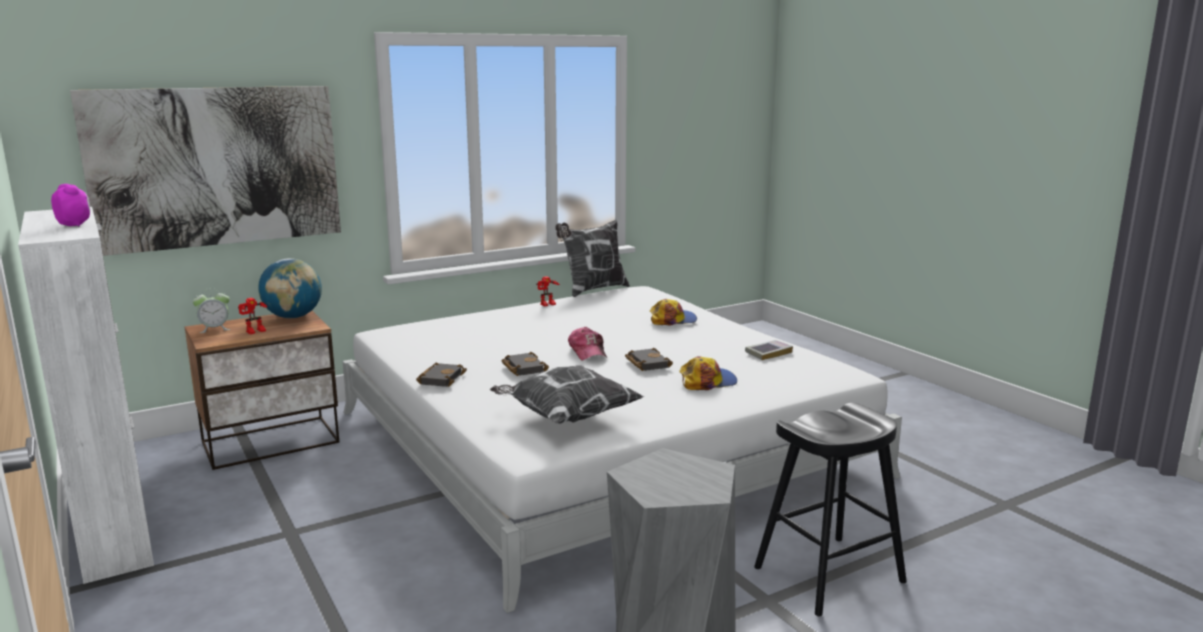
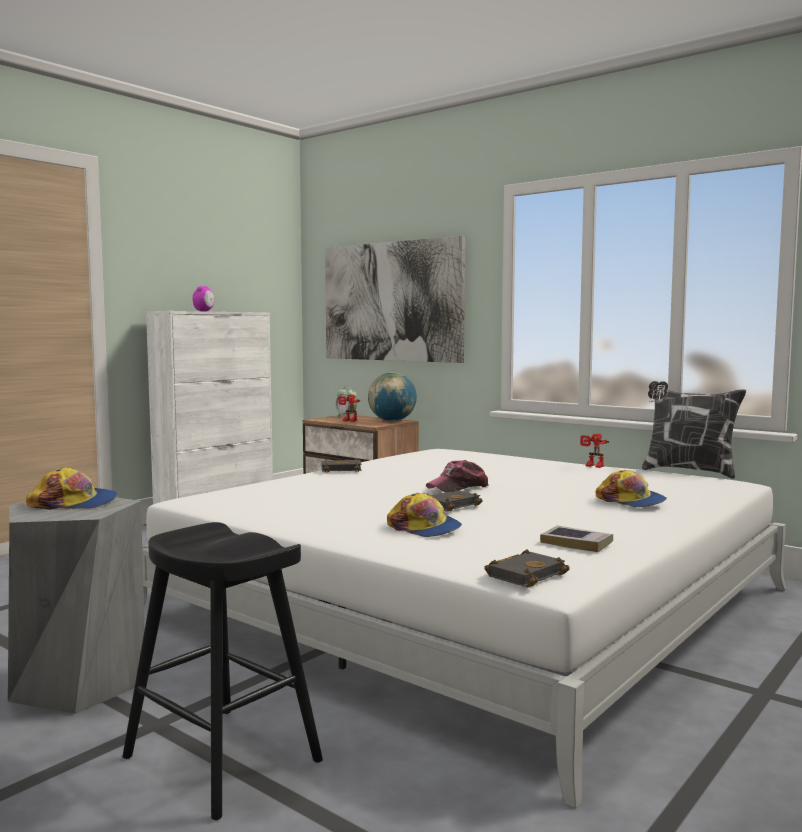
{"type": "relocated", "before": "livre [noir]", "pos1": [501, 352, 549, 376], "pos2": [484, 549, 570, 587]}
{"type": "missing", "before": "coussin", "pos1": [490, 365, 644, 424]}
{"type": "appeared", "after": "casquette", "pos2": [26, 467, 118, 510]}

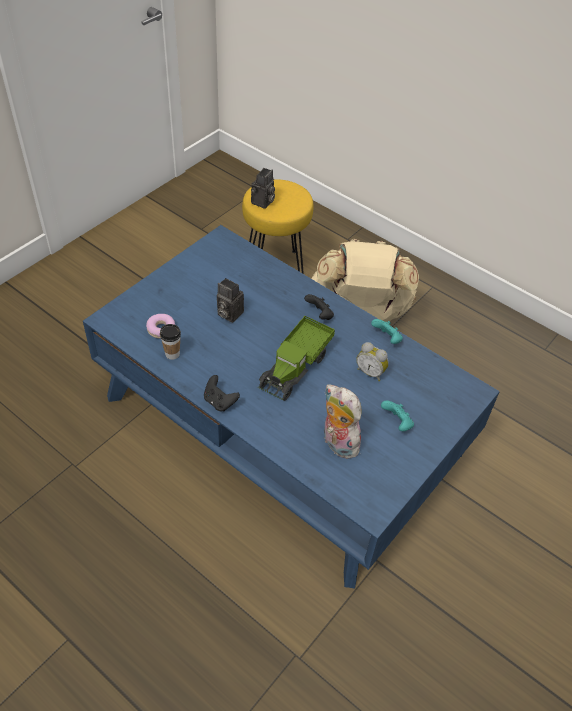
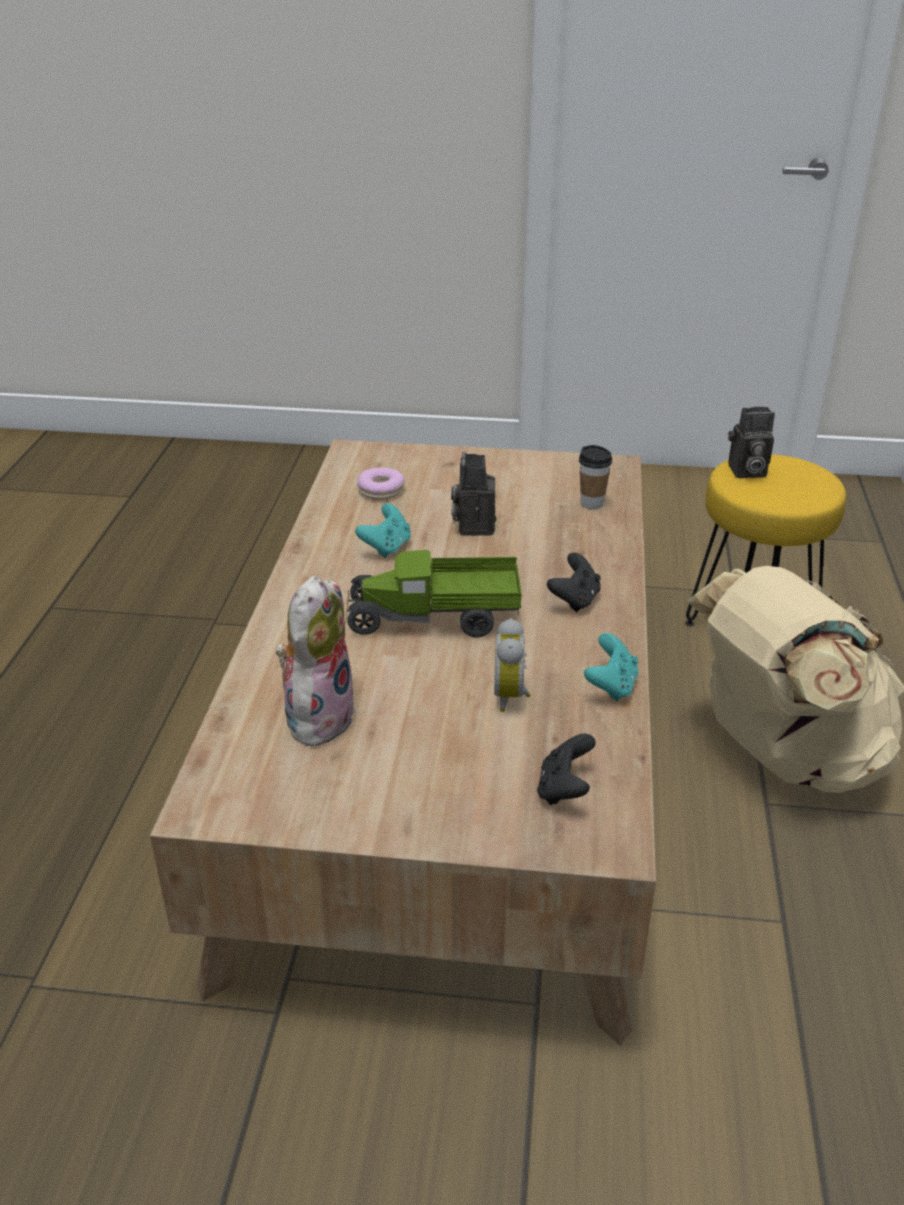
{"type": "colour", "before": "table basse [bleu]", "after": "table basse [marron]", "pos1": [83, 225, 500, 589], "pos2": [150, 439, 656, 1045]}
{"type": "relocated", "before": "tasse", "pos1": [160, 324, 181, 360], "pos2": [579, 445, 612, 509]}
{"type": "relocated", "before": "manette [noir]", "pos1": [204, 375, 240, 411], "pos2": [537, 734, 596, 805]}
{"type": "relocated", "before": "manette [turquoise]", "pos1": [381, 400, 414, 431], "pos2": [355, 503, 411, 558]}

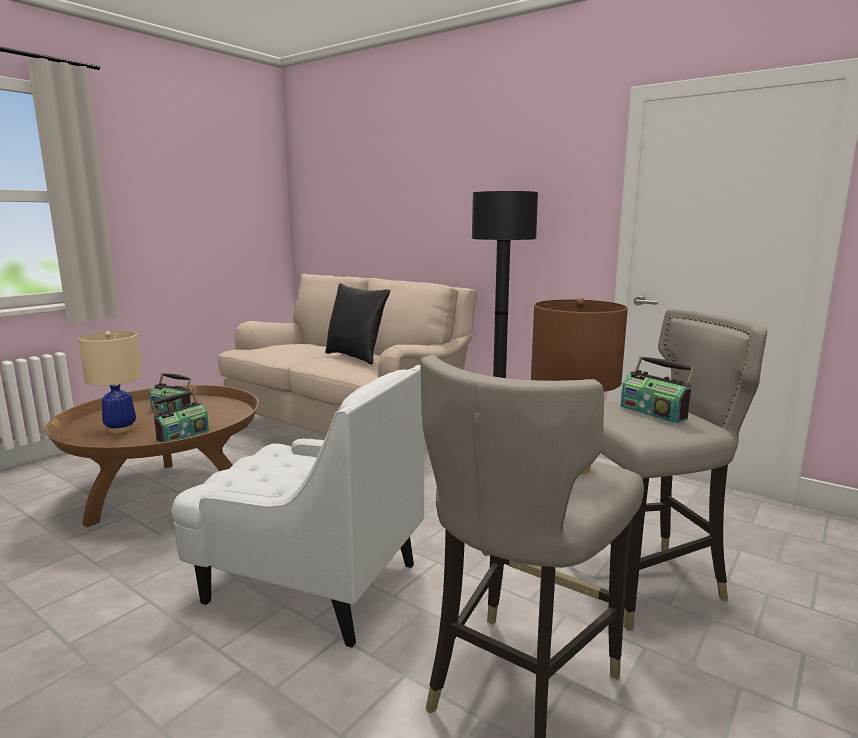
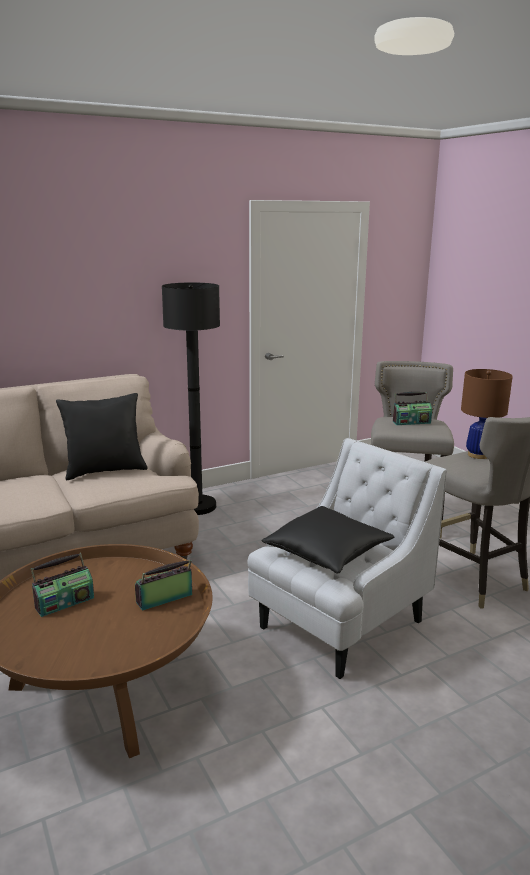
{"type": "missing", "before": "lampe de table [beige]", "pos1": [78, 331, 142, 433]}
{"type": "spun", "before": "radio", "pos1": [151, 391, 209, 443], "pos2": [135, 560, 192, 611], "turn": -90}
{"type": "appeared", "after": "coussin [noir]", "pos2": [262, 506, 394, 574]}

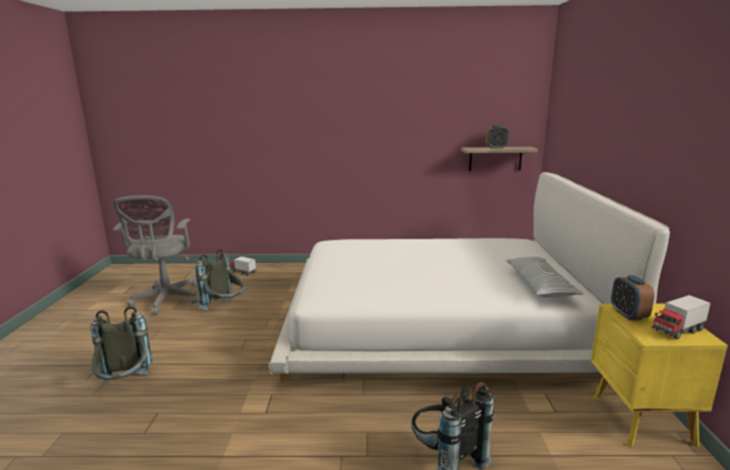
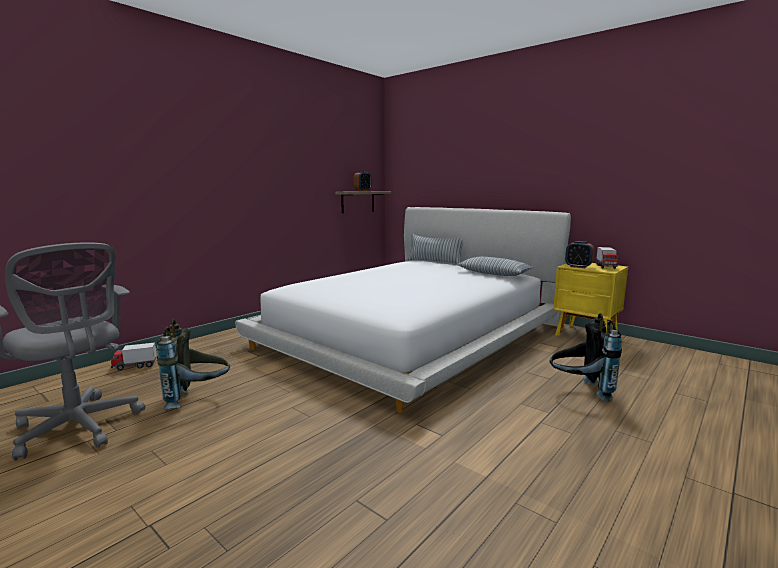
{"type": "missing", "before": "sac à dos [gris]", "pos1": [91, 306, 152, 381]}
{"type": "appeared", "after": "coussin", "pos2": [408, 234, 463, 264]}

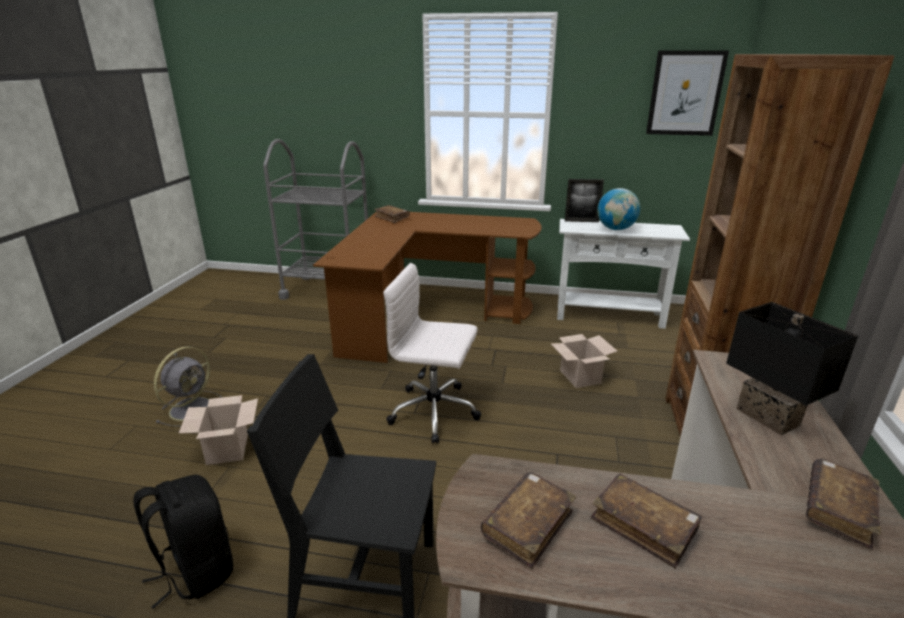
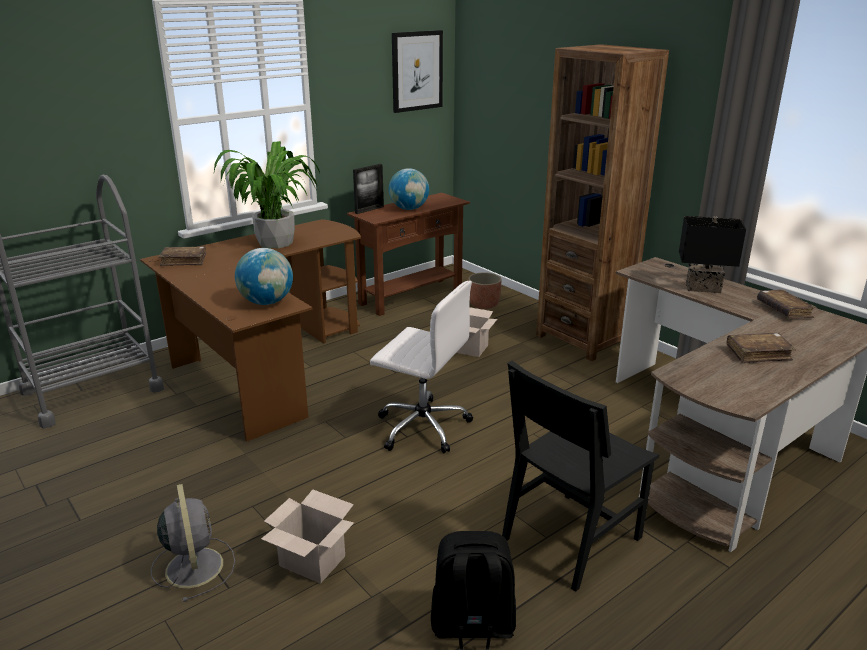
{"type": "colour", "before": "table console [blanc]", "after": "table console [marron]", "pos1": [557, 219, 690, 329], "pos2": [347, 193, 470, 316]}
{"type": "spun", "before": "chaise de bureau [blanc]", "pos1": [383, 263, 481, 444], "pos2": [370, 281, 473, 453], "turn": -120}
{"type": "missing", "before": "livre [marron]", "pos1": [481, 472, 576, 569]}
{"type": "appeared", "after": "plante en pot", "pos2": [214, 141, 320, 248]}
{"type": "appeared", "after": "globe", "pos2": [235, 248, 293, 305]}
{"type": "appeared", "after": "cache-pot", "pos2": [469, 272, 502, 309]}

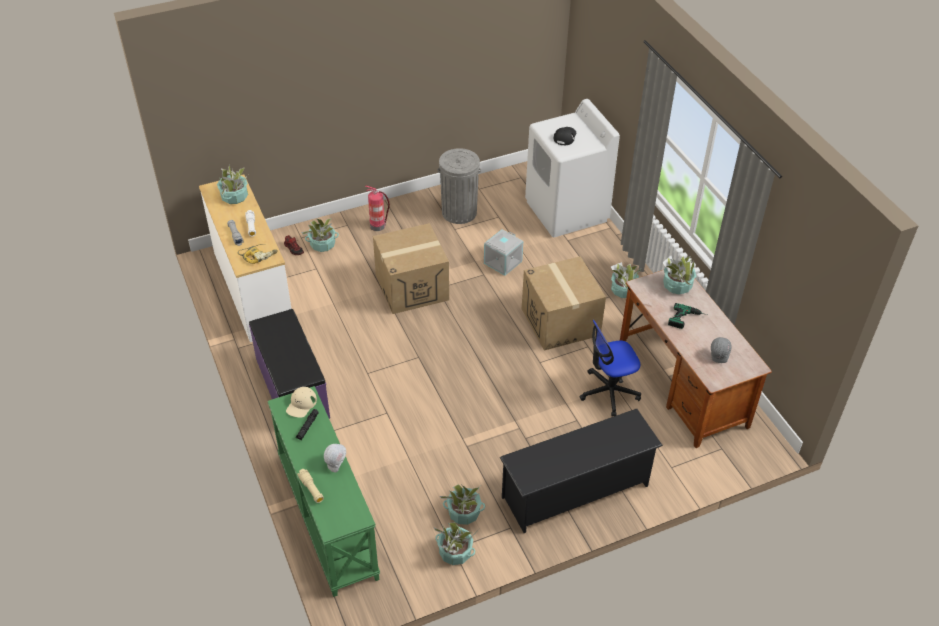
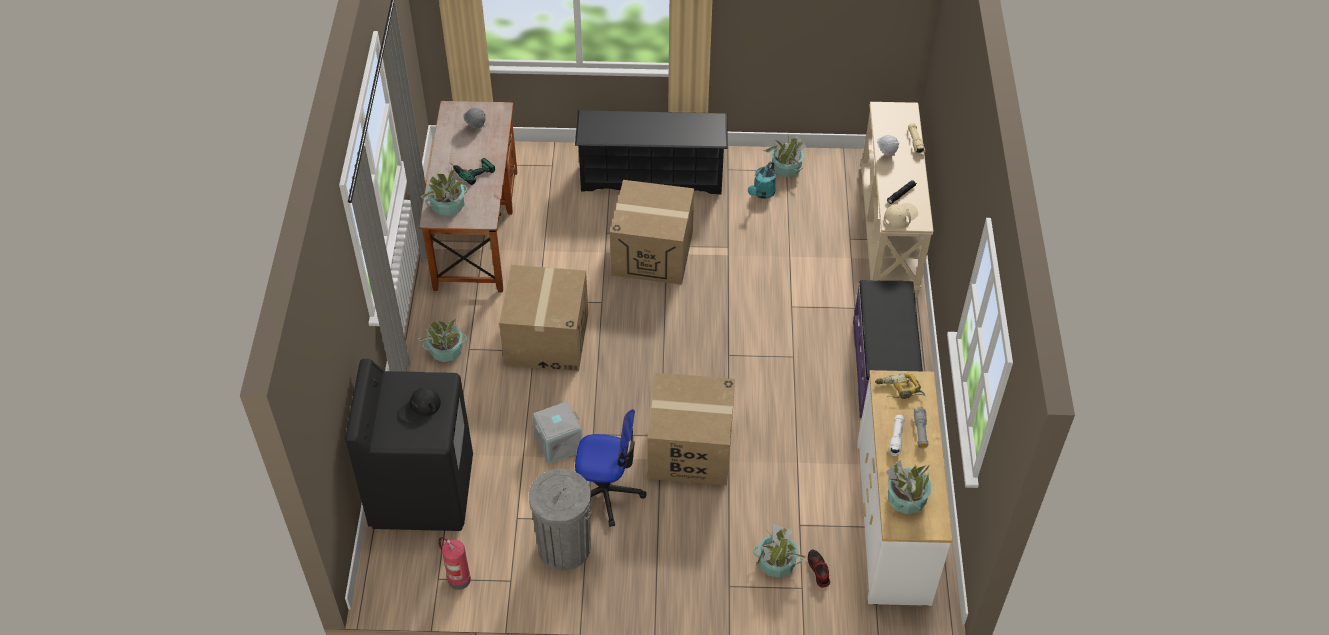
{"type": "colour", "before": "lave-linge [blanc]", "after": "lave-linge [noir]", "pos1": [525, 99, 620, 237], "pos2": [345, 359, 473, 531]}
{"type": "relocated", "before": "extincteur", "pos1": [365, 186, 390, 231], "pos2": [439, 537, 471, 590]}
{"type": "relocated", "before": "chaise de bureau", "pos1": [579, 320, 641, 417], "pos2": [575, 409, 646, 527]}
{"type": "colour", "before": "table console [vert]", "after": "table console [beige]", "pos1": [267, 386, 380, 597], "pos2": [861, 102, 934, 297]}
{"type": "exchanged", "before": "plante en pot", "after": "arrosoir [turquoise]", "pos1": [440, 484, 486, 525], "pos2": [748, 161, 776, 199]}
{"type": "appeared", "after": "carton", "pos2": [610, 180, 694, 285]}

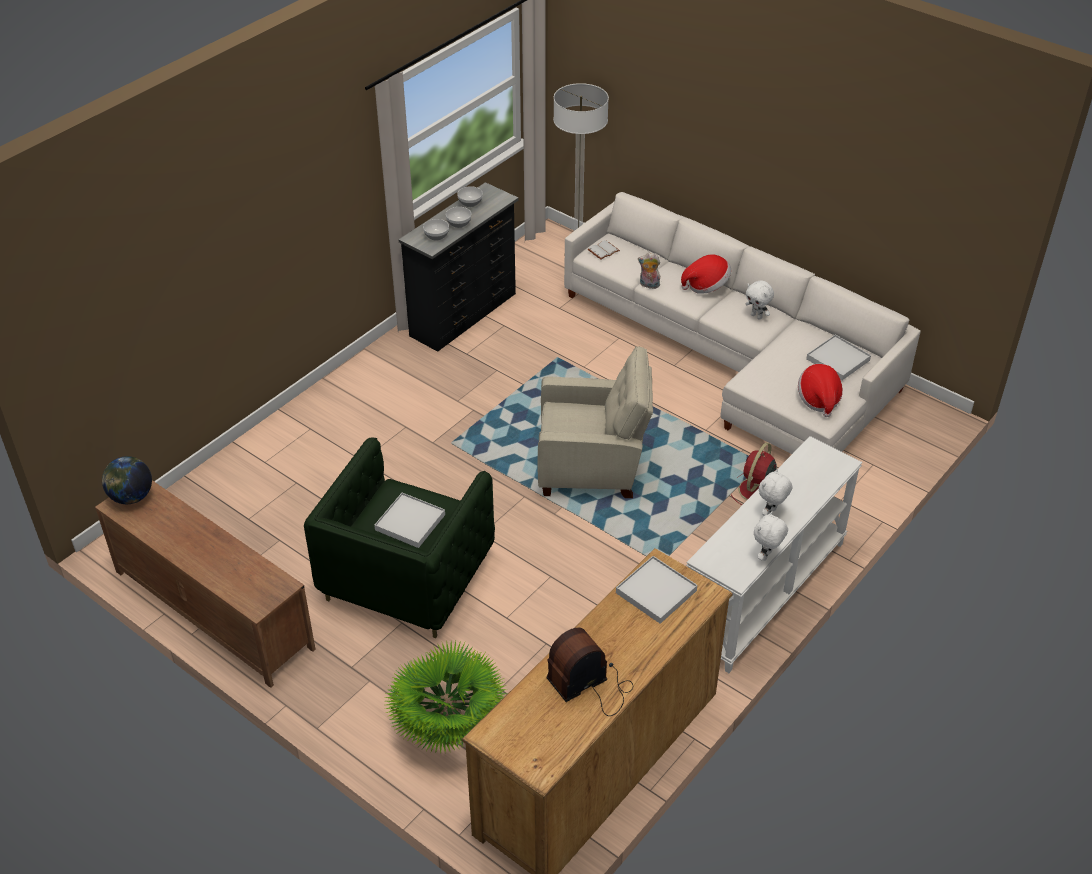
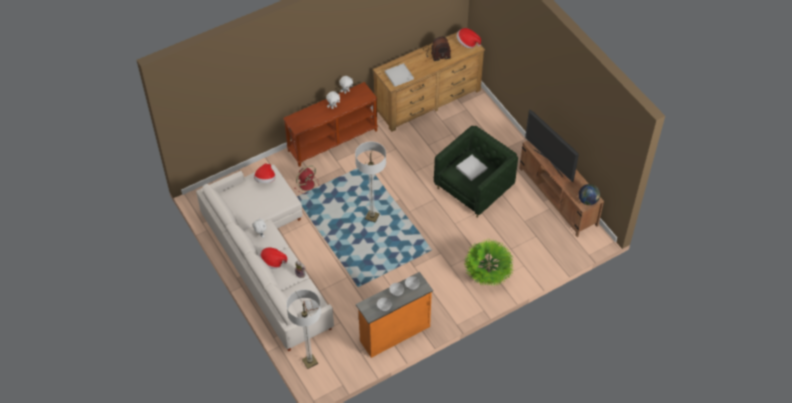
{"type": "colour", "before": "commode [noir]", "after": "commode [orange]", "pos1": [399, 182, 519, 352], "pos2": [356, 272, 433, 358]}
{"type": "missing", "before": "plateau [blanc]", "pos1": [806, 334, 871, 380]}
{"type": "exchanged", "before": "fauteuil [beige]", "after": "lampadaire", "pos1": [537, 346, 653, 498], "pos2": [355, 142, 386, 222]}
{"type": "colour", "before": "table console [blanc]", "after": "table console [marron]", "pos1": [686, 436, 862, 673], "pos2": [284, 82, 378, 167]}
{"type": "relocated", "before": "plante en pot", "pos1": [386, 640, 507, 754], "pos2": [464, 239, 514, 286]}
{"type": "appeared", "after": "chapeau", "pos2": [457, 28, 481, 48]}
{"type": "appeared", "after": "téléviseur", "pos2": [525, 109, 579, 182]}

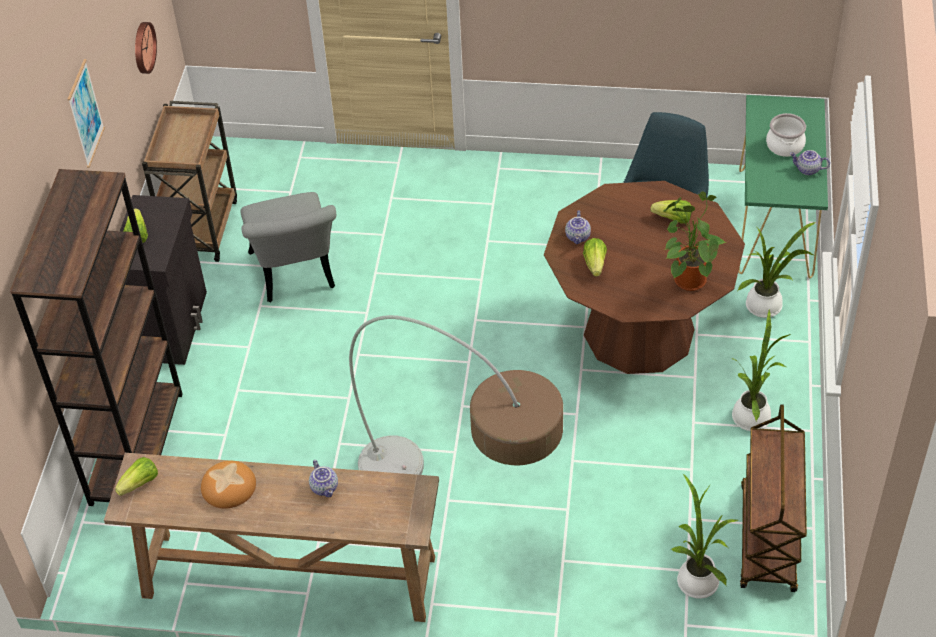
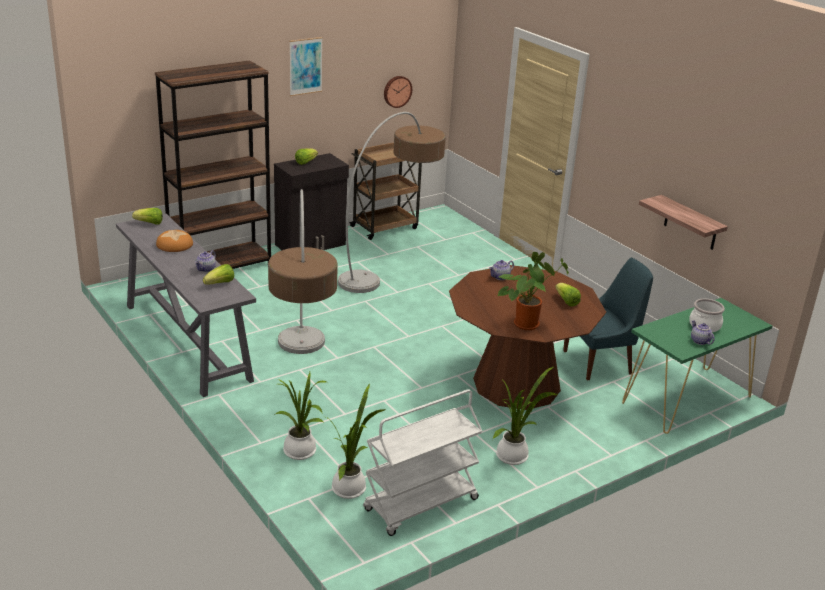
{"type": "exchanged", "before": "chaise [gris]", "after": "lampadaire", "pos1": [240, 192, 336, 302], "pos2": [338, 112, 446, 293]}
{"type": "relocated", "before": "plante en pot", "pos1": [737, 222, 816, 318], "pos2": [276, 372, 327, 460]}
{"type": "relocated", "before": "laitue", "pos1": [583, 238, 607, 276], "pos2": [203, 264, 234, 285]}
{"type": "colour", "before": "chariot [marron]", "after": "chariot [blanc]", "pos1": [740, 404, 807, 592], "pos2": [363, 389, 482, 536]}
{"type": "colour", "before": "table console [marron]", "after": "table console [gris]", "pos1": [104, 453, 439, 622], "pos2": [116, 214, 256, 397]}
{"type": "appeared", "after": "étagère", "pos2": [639, 195, 728, 250]}

